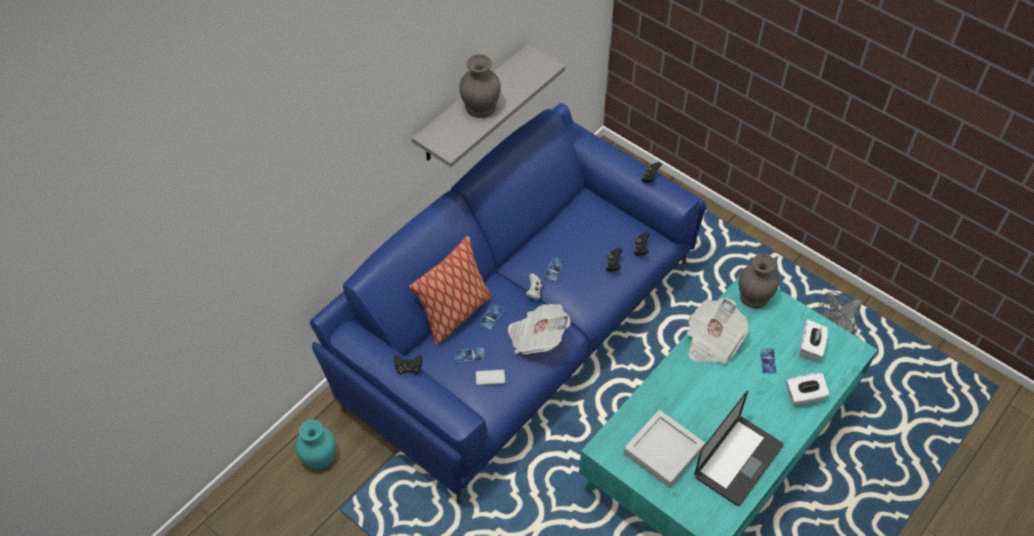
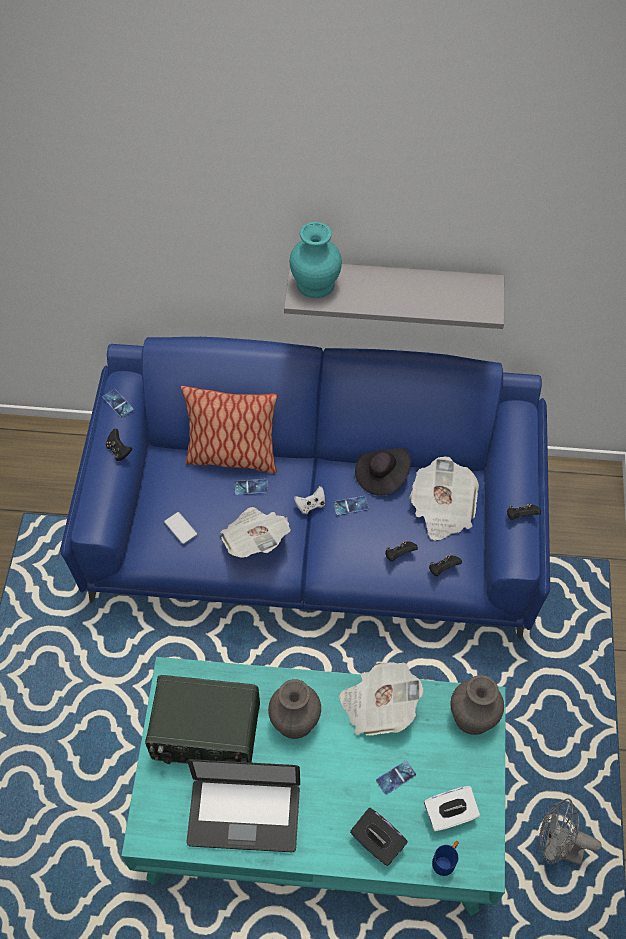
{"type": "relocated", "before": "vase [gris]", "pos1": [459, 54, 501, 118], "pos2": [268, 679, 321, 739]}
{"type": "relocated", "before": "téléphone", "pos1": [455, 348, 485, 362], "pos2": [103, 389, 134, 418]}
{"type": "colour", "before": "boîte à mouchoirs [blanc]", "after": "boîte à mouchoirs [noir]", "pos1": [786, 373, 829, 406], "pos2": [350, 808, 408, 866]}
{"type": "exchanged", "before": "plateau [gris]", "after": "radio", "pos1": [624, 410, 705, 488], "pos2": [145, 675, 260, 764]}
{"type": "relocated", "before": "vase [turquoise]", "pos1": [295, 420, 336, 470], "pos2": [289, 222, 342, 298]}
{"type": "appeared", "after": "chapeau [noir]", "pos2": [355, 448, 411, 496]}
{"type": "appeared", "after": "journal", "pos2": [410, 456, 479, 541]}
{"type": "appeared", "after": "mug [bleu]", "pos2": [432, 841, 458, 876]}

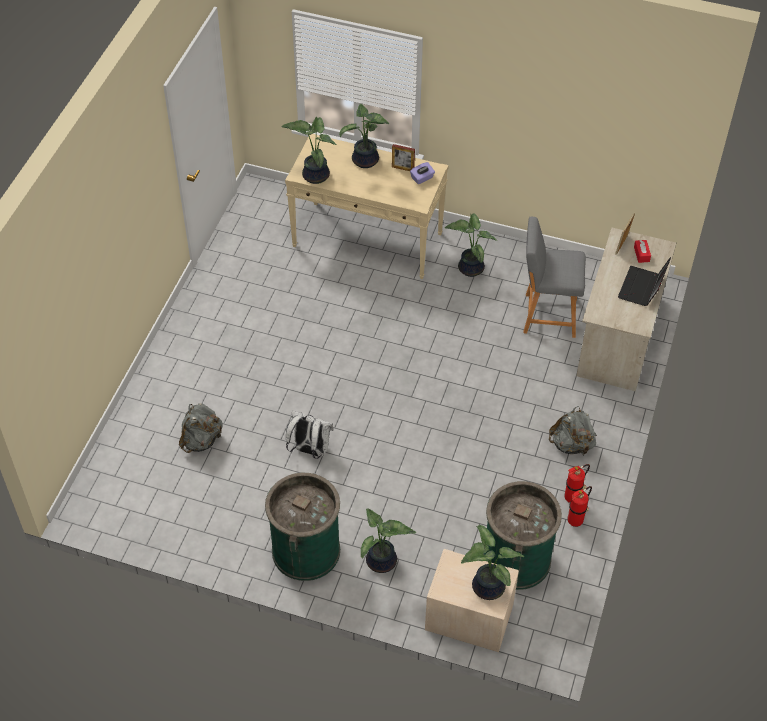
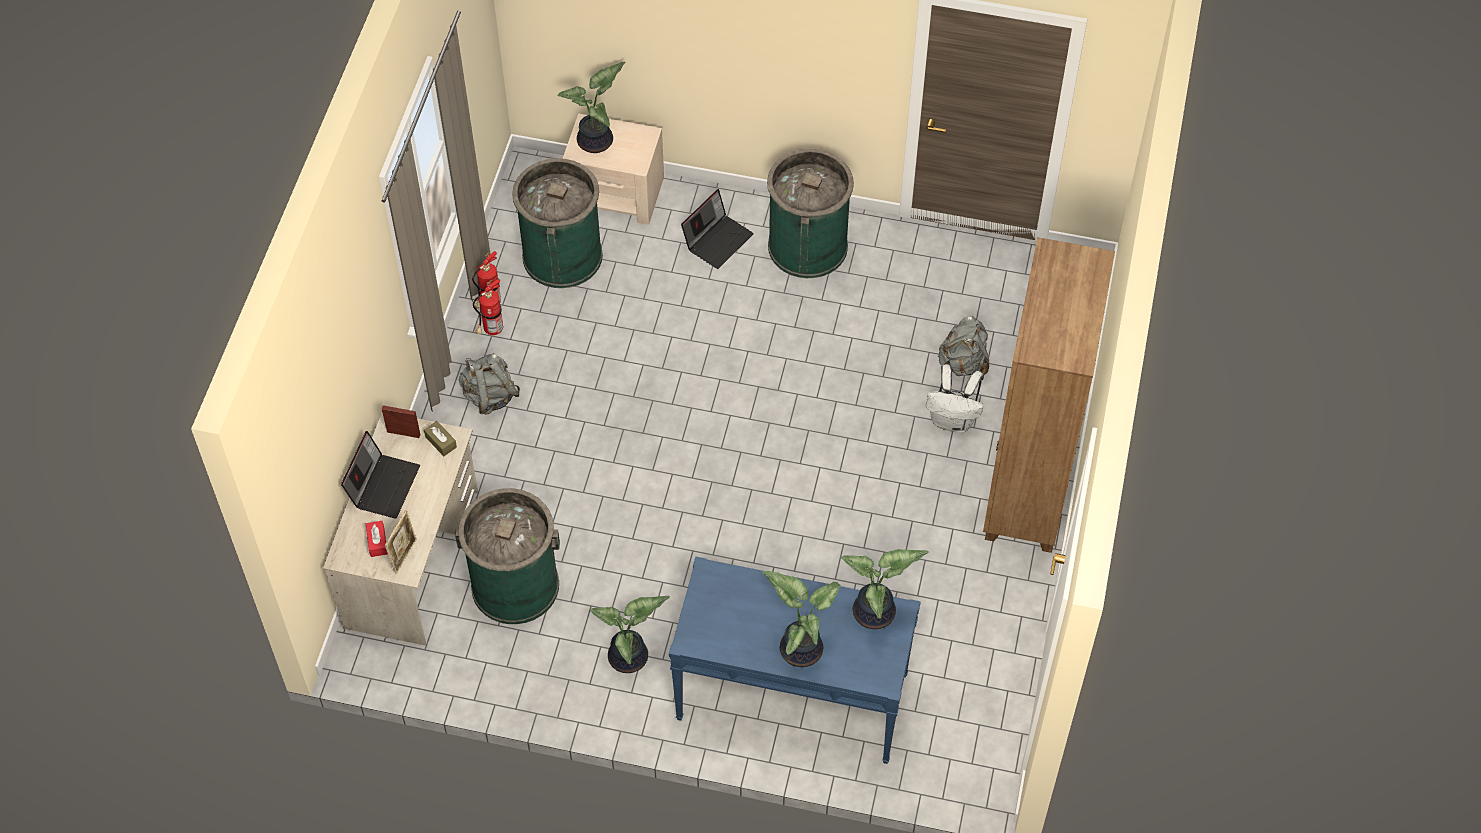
{"type": "colour", "before": "table console [beige]", "after": "table console [bleu]", "pos1": [285, 134, 449, 279], "pos2": [669, 557, 921, 764]}
{"type": "relocated", "before": "cadre photo", "pos1": [392, 144, 415, 171], "pos2": [382, 406, 420, 438]}
{"type": "missing", "before": "boîte à mouchoirs [violet]", "pos1": [410, 162, 435, 184]}
{"type": "exchanged", "before": "tabouret [gris]", "after": "poubelle [vert]", "pos1": [523, 217, 586, 338], "pos2": [455, 488, 560, 624]}
{"type": "relocated", "before": "sac à dos [blanc]", "pos1": [286, 411, 334, 459], "pos2": [926, 364, 984, 433]}
{"type": "exchanged", "before": "plante en pot", "after": "ordinateur portable", "pos1": [361, 508, 416, 573], "pos2": [681, 189, 754, 269]}
{"type": "appeared", "after": "bibliothèque [marron]", "pos2": [983, 237, 1115, 553]}
{"type": "appeared", "after": "boîte à mouchoirs [marron]", "pos2": [424, 421, 457, 456]}

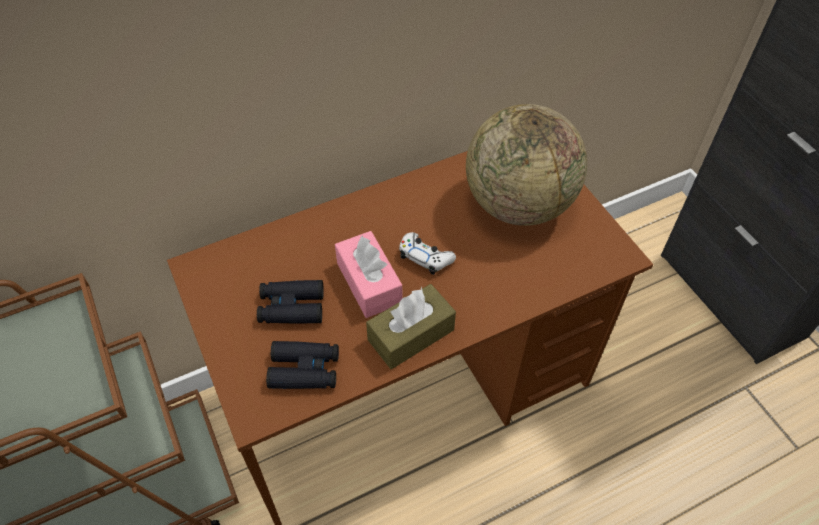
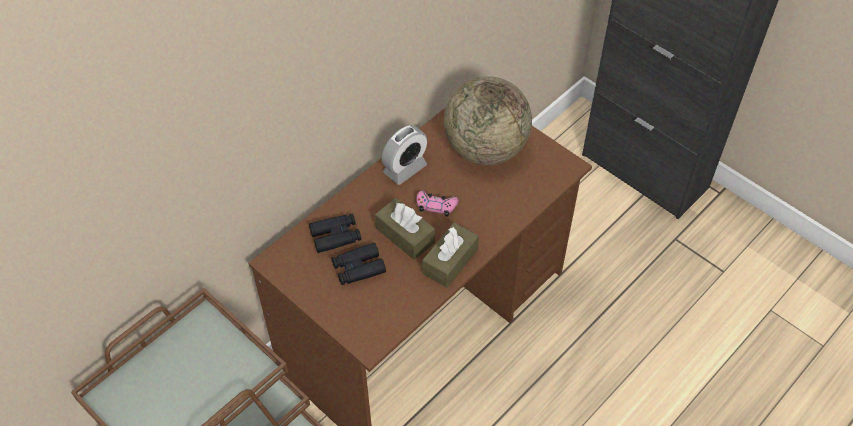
{"type": "colour", "before": "boîte à mouchoirs [rose]", "after": "boîte à mouchoirs [marron]", "pos1": [335, 231, 402, 318], "pos2": [375, 198, 435, 260]}
{"type": "colour", "before": "manette [blanc]", "after": "manette [rose]", "pos1": [399, 232, 456, 275], "pos2": [417, 191, 458, 217]}
{"type": "relocated", "before": "jumelles [noir]", "pos1": [266, 341, 339, 389], "pos2": [309, 213, 361, 253]}
{"type": "appeared", "after": "réveil", "pos2": [382, 125, 427, 185]}

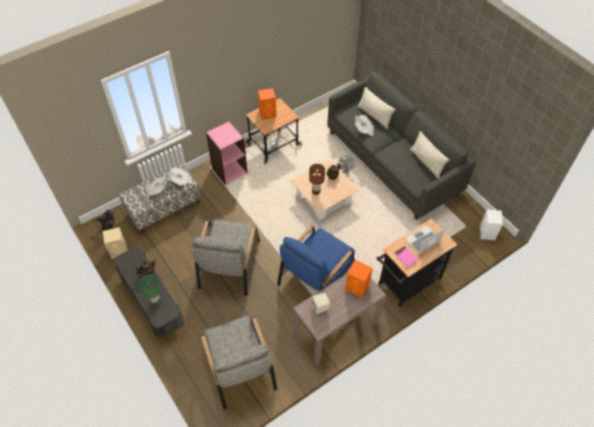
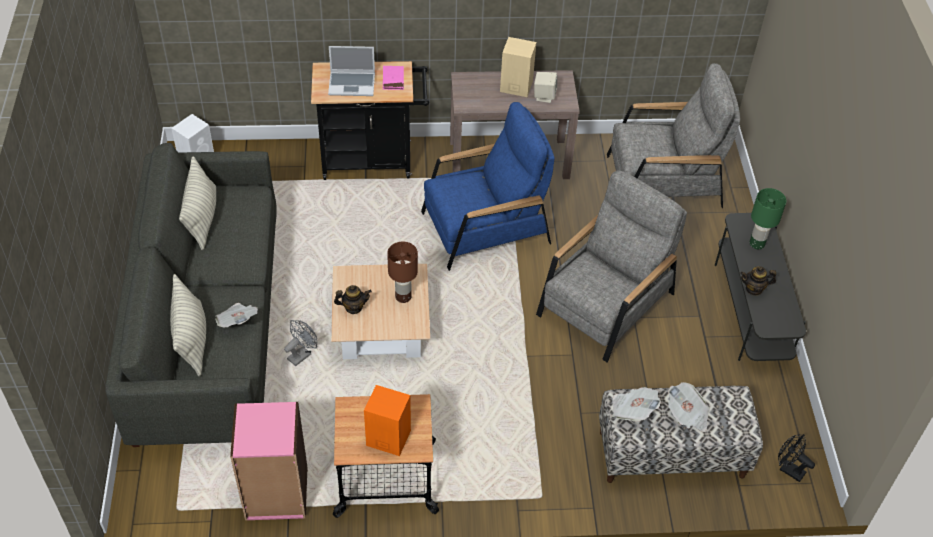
{"type": "relocated", "before": "bibliothèque [rose]", "pos1": [206, 121, 248, 185], "pos2": [230, 402, 308, 521]}
{"type": "relocated", "before": "enceinte [beige]", "pos1": [103, 227, 128, 259], "pos2": [500, 37, 536, 97]}
{"type": "missing", "before": "enceinte [orange]", "pos1": [345, 260, 373, 298]}
{"type": "spun", "before": "fauteuil [gris]", "pos1": [201, 315, 278, 409], "pos2": [607, 63, 740, 208], "turn": 75}

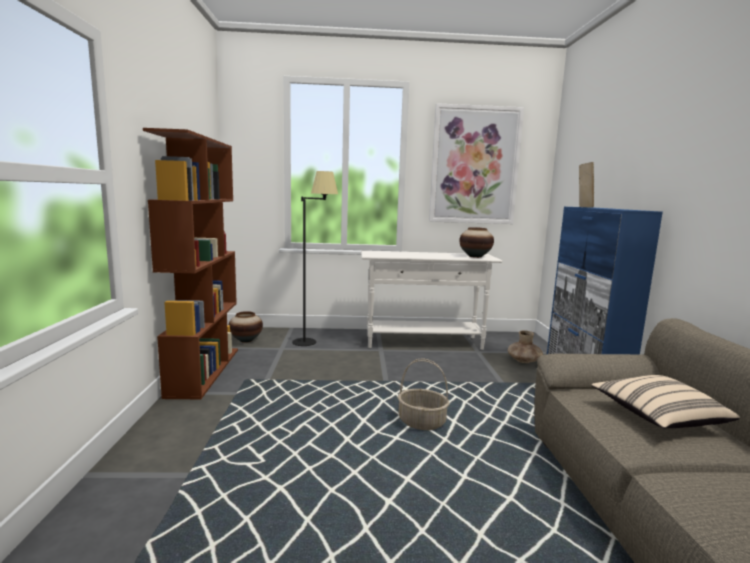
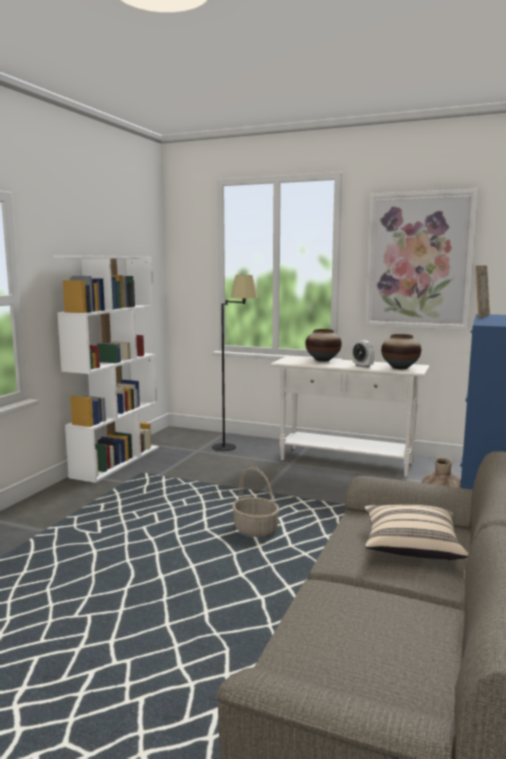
{"type": "colour", "before": "bibliothèque [marron]", "after": "bibliothèque [blanc]", "pos1": [143, 128, 238, 399], "pos2": [54, 255, 159, 483]}
{"type": "relocated", "before": "vase", "pos1": [229, 311, 263, 343], "pos2": [305, 329, 342, 362]}
{"type": "appeared", "after": "réveil", "pos2": [352, 340, 375, 368]}

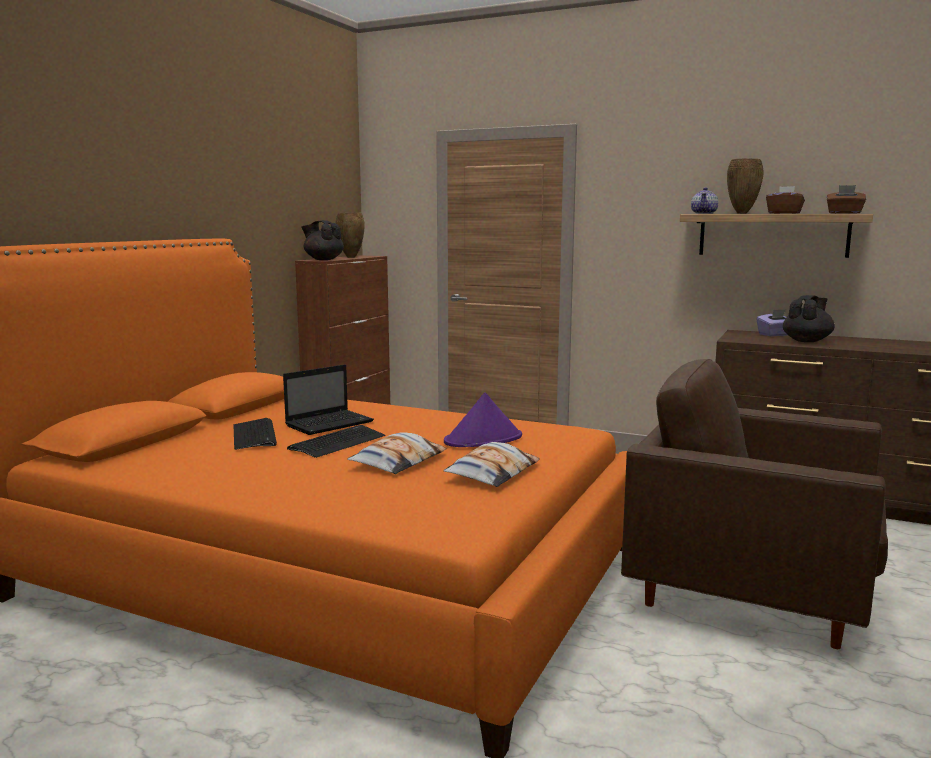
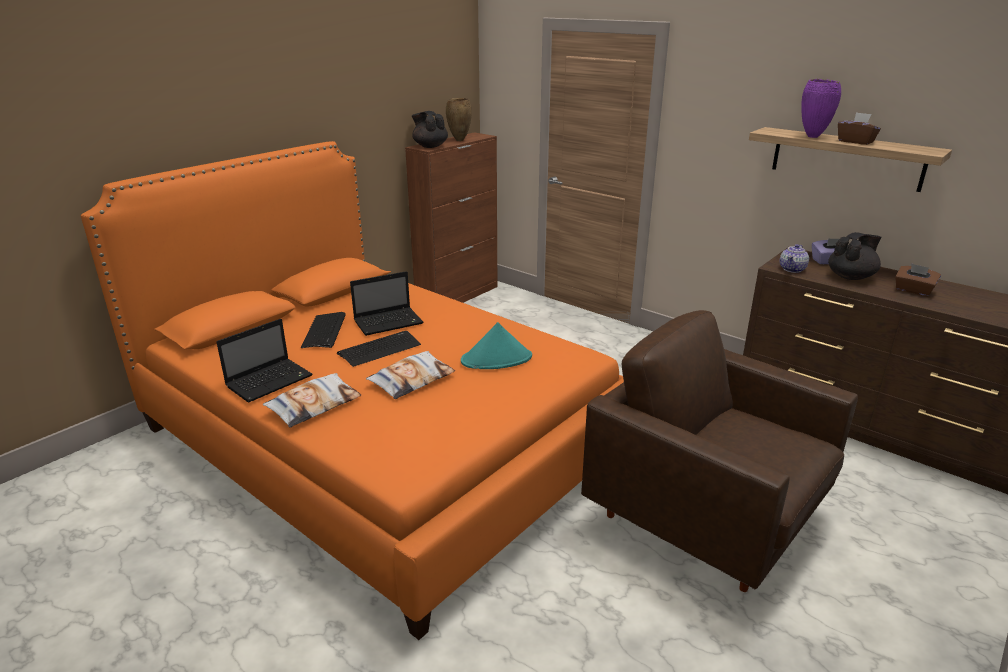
{"type": "colour", "before": "vase [marron]", "after": "vase [violet]", "pos1": [727, 159, 764, 214], "pos2": [801, 79, 841, 138]}
{"type": "relocated", "before": "boîte à mouchoirs [marron]", "pos1": [827, 185, 866, 214], "pos2": [895, 264, 941, 296]}
{"type": "relocated", "before": "théière", "pos1": [691, 187, 718, 214], "pos2": [780, 244, 809, 273]}
{"type": "colour", "before": "chapeau [violet]", "after": "chapeau [turquoise]", "pos1": [444, 392, 522, 447], "pos2": [461, 322, 532, 369]}
{"type": "relocated", "before": "coussin", "pos1": [443, 442, 540, 487], "pos2": [263, 373, 361, 427]}
{"type": "appeared", "after": "ordinateur portable", "pos2": [216, 319, 313, 403]}

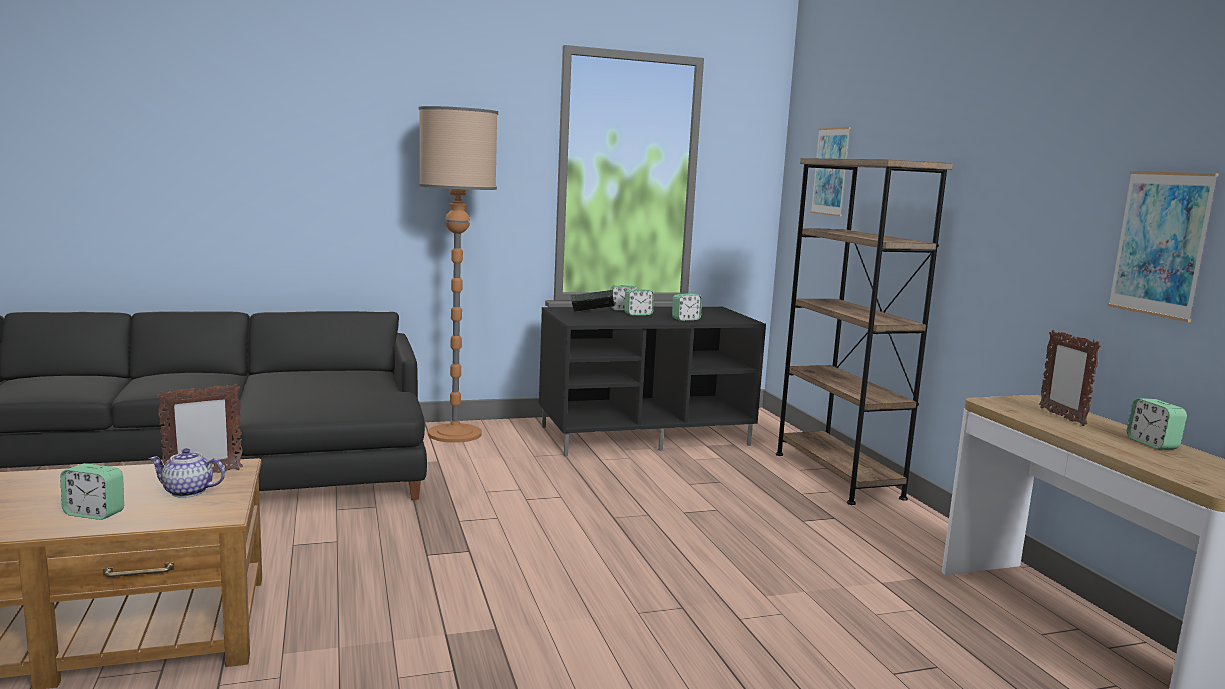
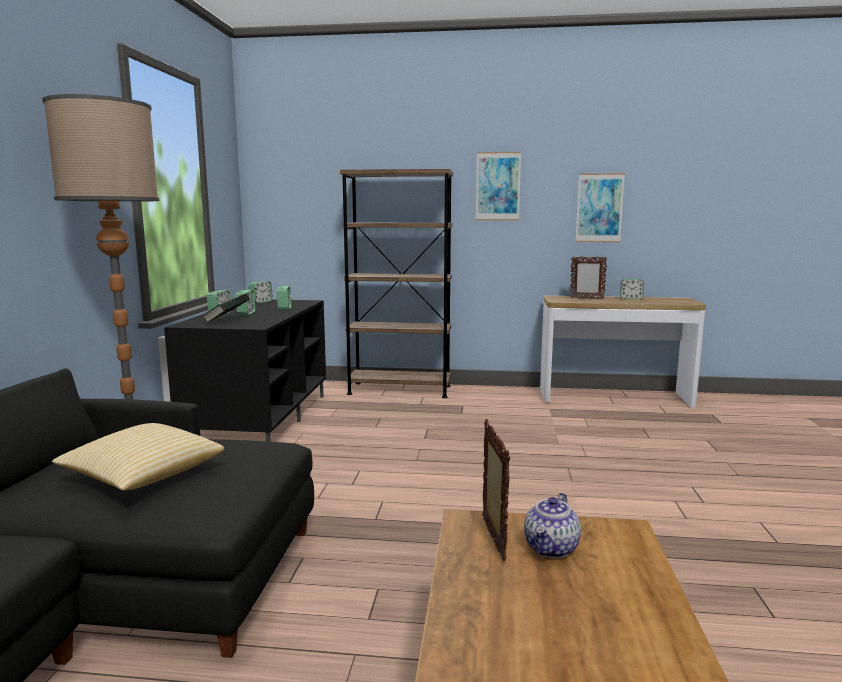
{"type": "relocated", "before": "tableau", "pos1": [810, 127, 851, 217], "pos2": [476, 152, 521, 220]}
{"type": "relocated", "before": "réveil", "pos1": [60, 463, 124, 520], "pos2": [248, 281, 273, 303]}
{"type": "appeared", "after": "coussin", "pos2": [52, 423, 224, 490]}

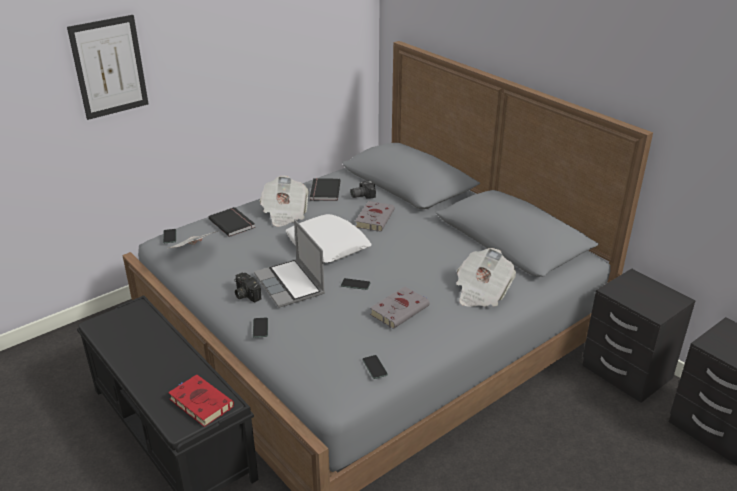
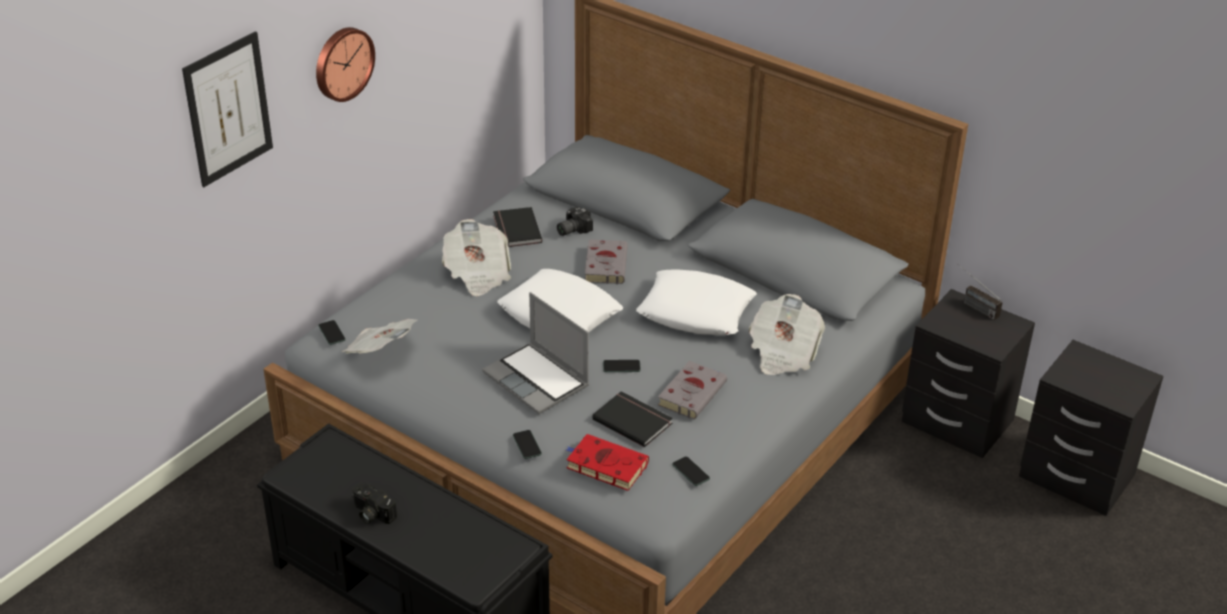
{"type": "relocated", "before": "livre [noir]", "pos1": [209, 207, 255, 237], "pos2": [592, 391, 673, 447]}
{"type": "relocated", "before": "appareil photo", "pos1": [234, 273, 262, 302], "pos2": [352, 483, 397, 524]}
{"type": "relocated", "before": "livre [rouge]", "pos1": [168, 375, 234, 427], "pos2": [566, 434, 649, 491]}
{"type": "appeared", "after": "horloge murale", "pos2": [316, 27, 375, 102]}
{"type": "appeared", "after": "radio", "pos2": [959, 265, 1002, 320]}
{"type": "appeared", "after": "coussin [blanc]", "pos2": [636, 270, 757, 335]}

